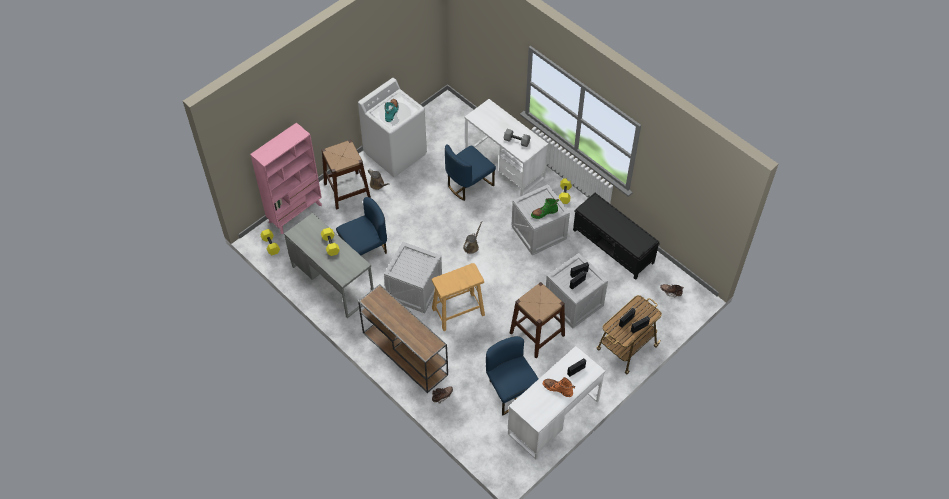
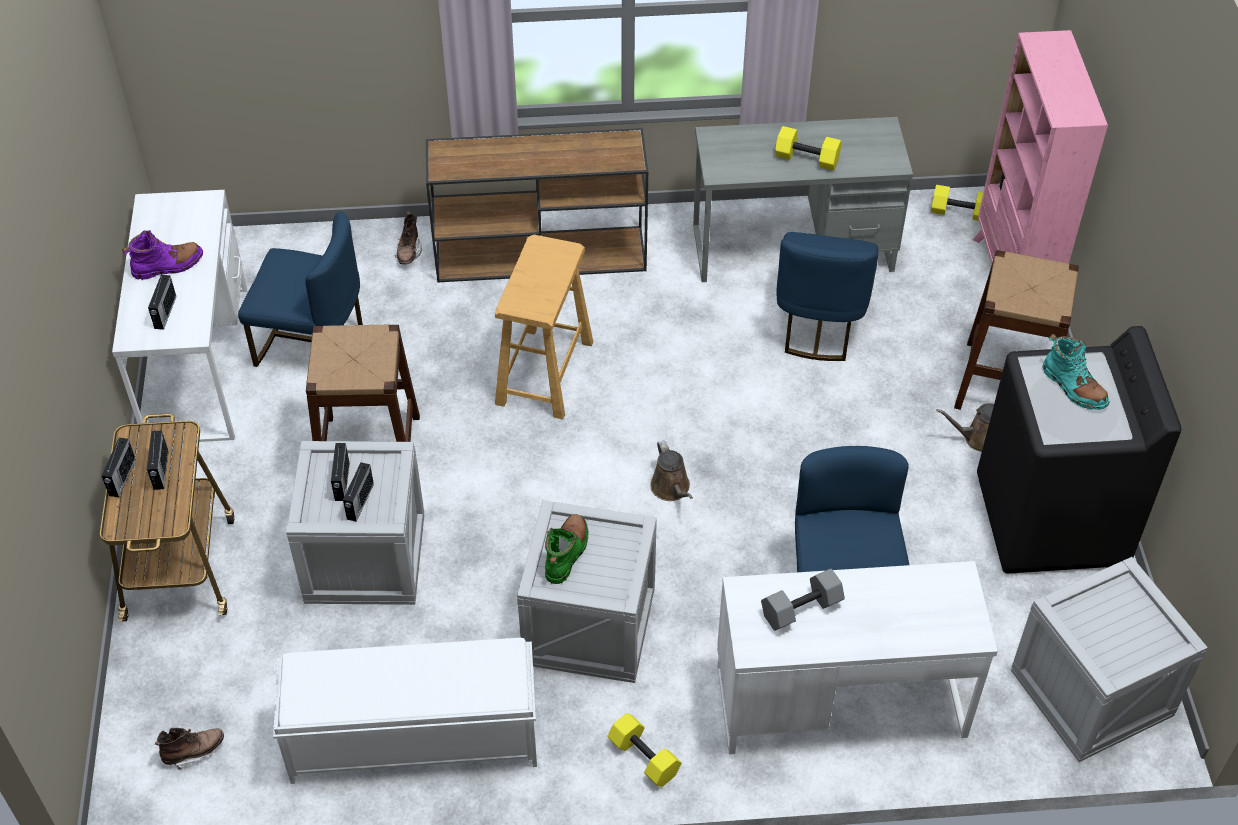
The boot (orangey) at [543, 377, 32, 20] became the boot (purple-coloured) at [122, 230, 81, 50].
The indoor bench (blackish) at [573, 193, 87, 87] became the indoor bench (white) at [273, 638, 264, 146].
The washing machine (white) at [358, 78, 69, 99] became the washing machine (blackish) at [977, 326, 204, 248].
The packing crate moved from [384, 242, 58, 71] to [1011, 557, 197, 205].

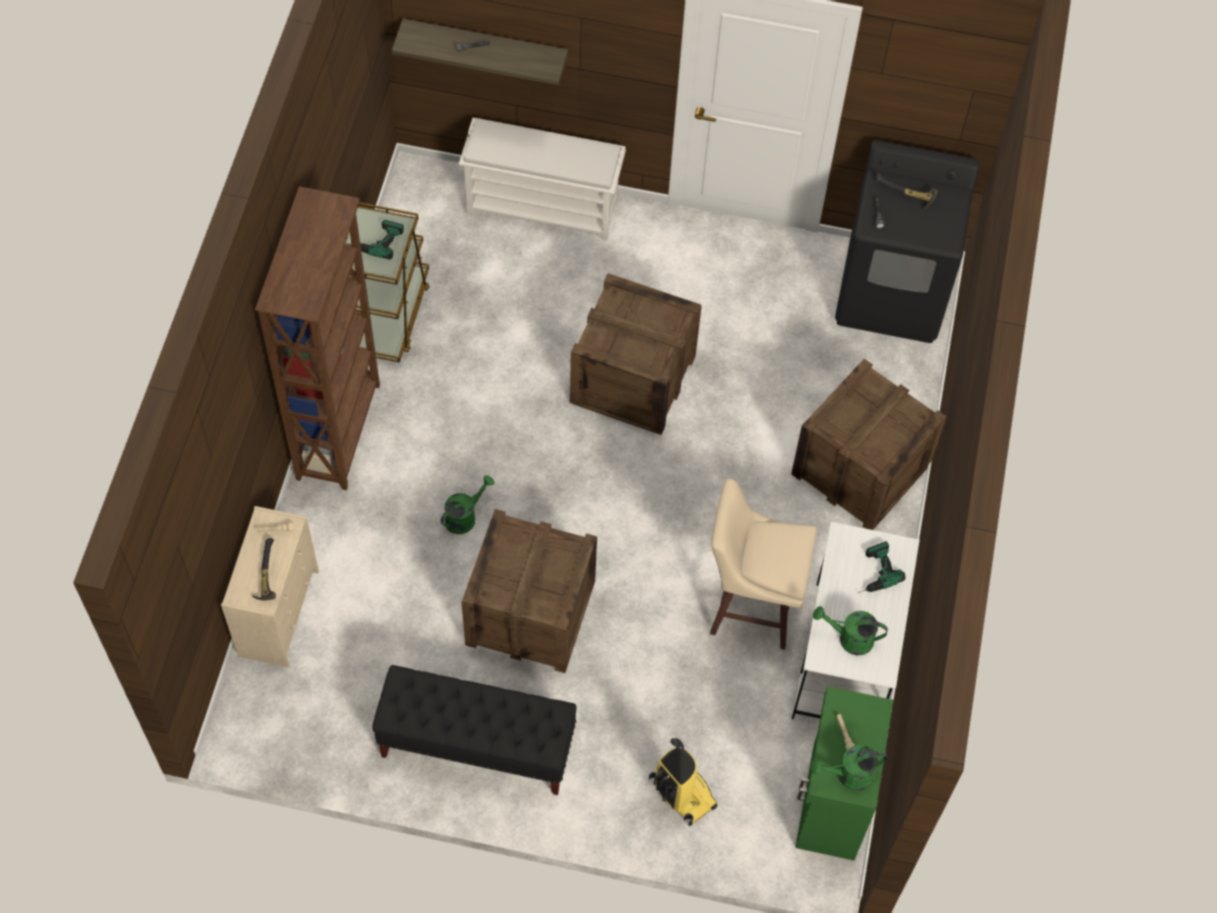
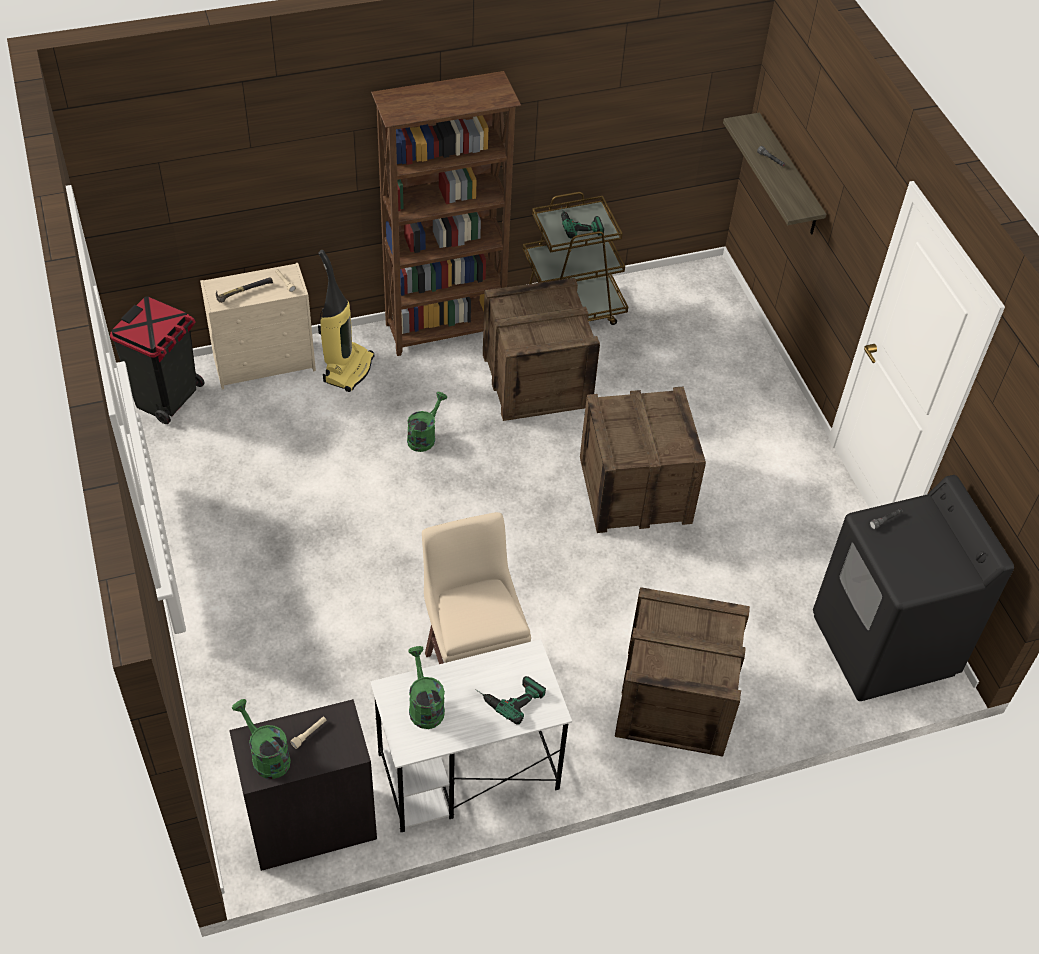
The trash can (blackish) at [110, 296, 94, 128] appeared.
The cupboard (green-coloured) at [795, 686, 98, 174] became the cupboard (blackish) at [229, 699, 148, 172].
The hoover moved from [649, 738, 69, 88] to [318, 250, 57, 142].
The sprinkling can (green-coloured) at [441, 475, 54, 59] turned 75 degrees counterclockwise.
The packing crate moved from [462, 509, 135, 164] to [483, 278, 117, 143].
The indoor bench (blackish) at [372, 665, 204, 130] disappeared.
The shoe rack (white) at [459, 118, 167, 122] disappeared.
The hammer at [876, 173, 62, 37] disappeared.

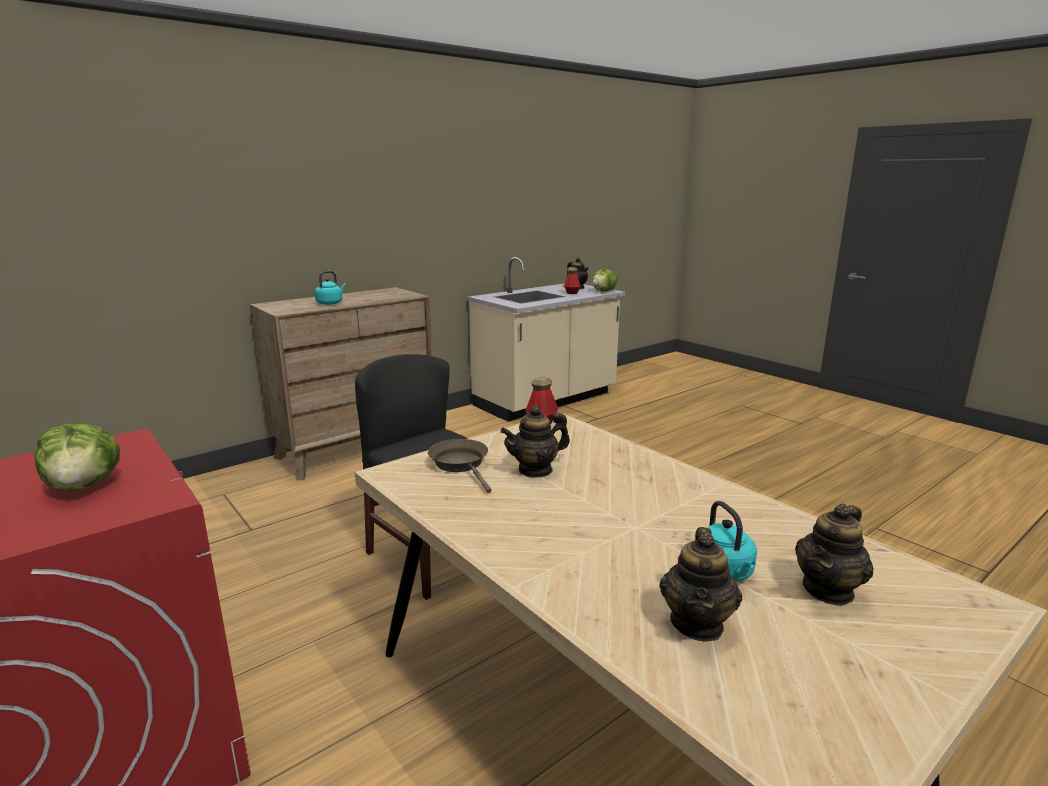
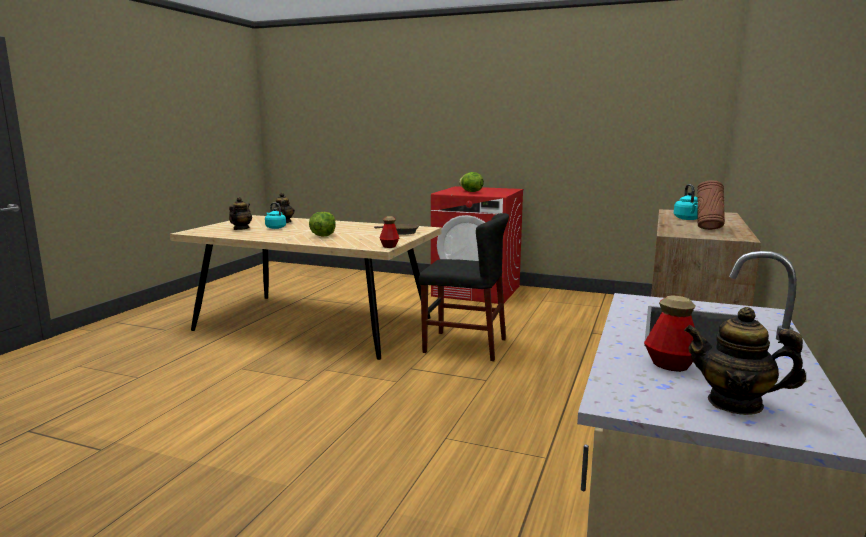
The head of lettuce moved from [592, 269, 26, 22] to [309, 212, 27, 25].
The decorative vase (brownish) at [697, 181, 28, 49] appeared.
The tea pot at [500, 405, 70, 73] disappeared.

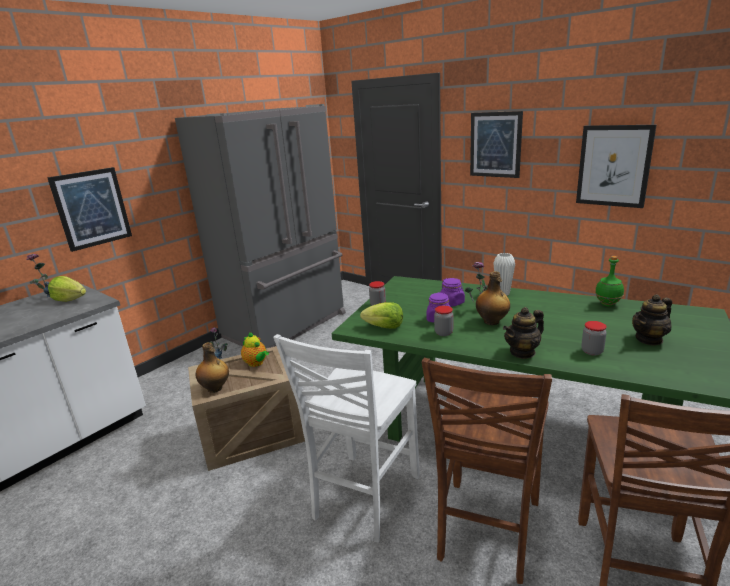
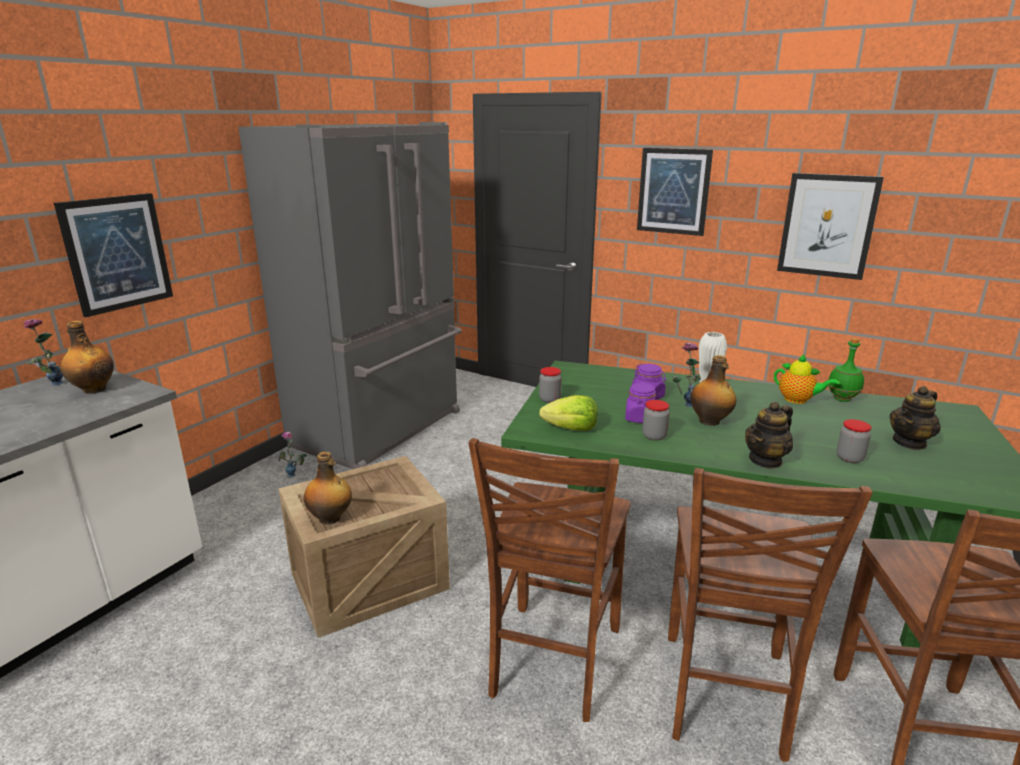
The head of lettuce at [48, 276, 38, 26] was replaced by the drink bottle at [60, 321, 54, 73].
The chair (white) at [273, 334, 147, 208] became the chair (brownish) at [468, 438, 163, 284].
The tea pot moved from [241, 332, 28, 35] to [774, 354, 65, 50].

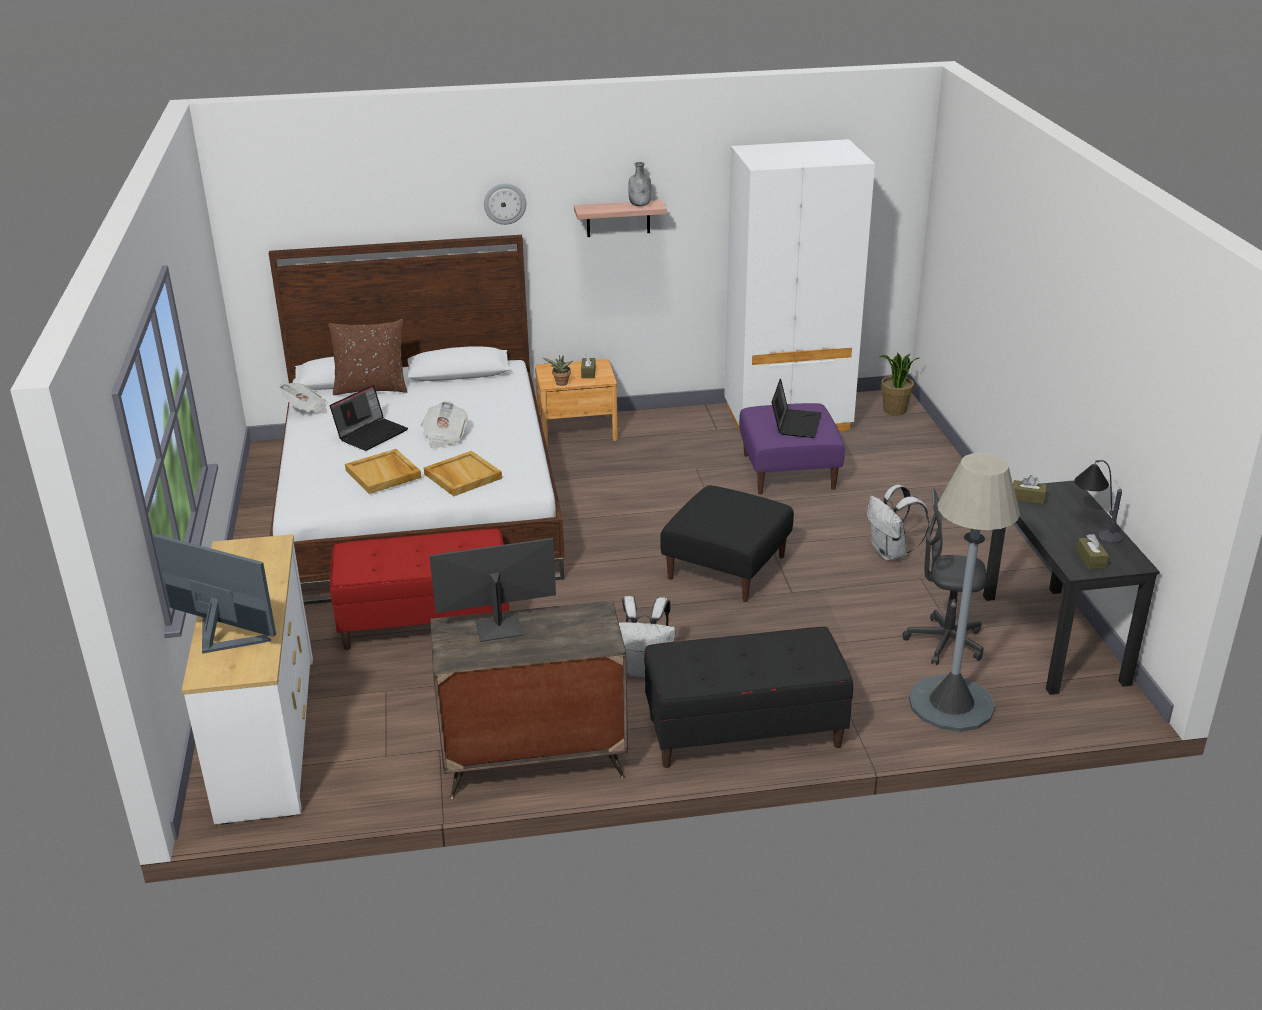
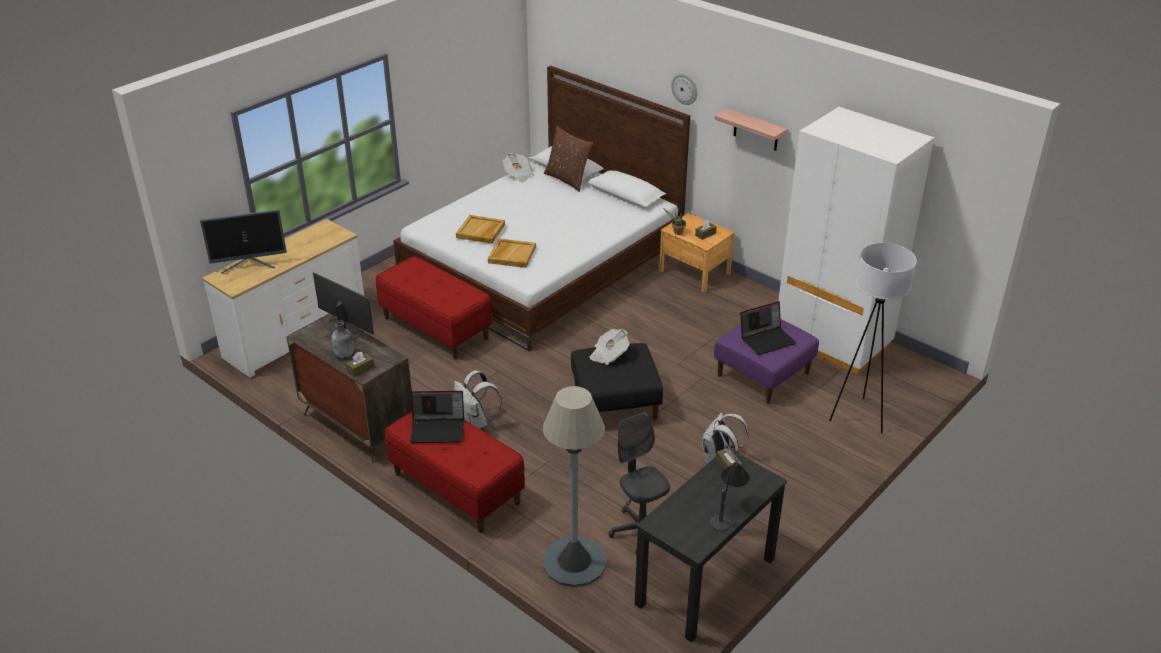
The computer screen at [153, 534, 123, 120] turned 90 degrees clockwise.
The drink bottle (grey) moved from [628, 162, 23, 44] to [331, 320, 23, 38].
The tissue box (brownish) moved from [1076, 534, 33, 35] to [346, 352, 28, 25].
The indoor bench (blackish) at [644, 627, 209, 141] became the indoor bench (red-coloured) at [385, 411, 140, 122].
The portable computer moved from [330, 385, 78, 66] to [410, 391, 54, 52].
The newspaper moved from [421, 401, 47, 47] to [590, 329, 39, 36].
The floor lamp (white) at [829, 243, 88, 190] appeared.
The potted plant at [879, 352, 40, 64] disappeared.

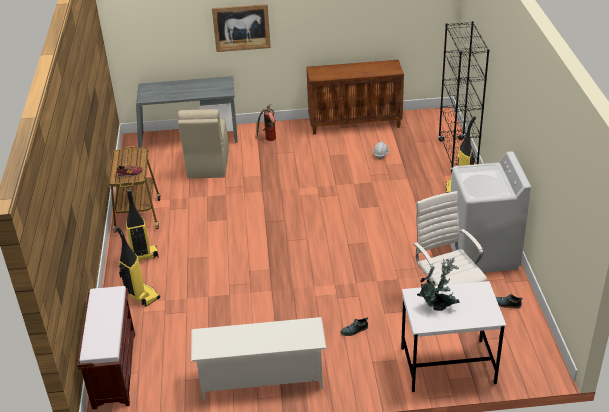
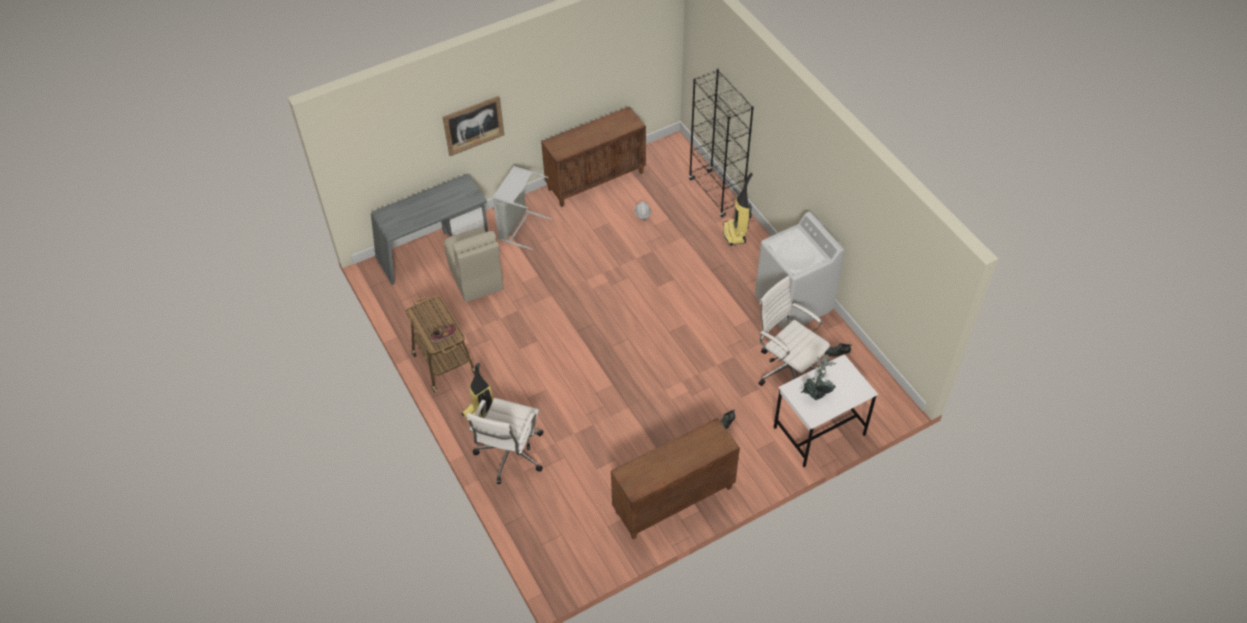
The hoover at [114, 226, 46, 81] was replaced by the office chair (white) at [467, 398, 76, 86].
The fire extinguisher at [255, 104, 21, 37] was replaced by the laundry basket (grey) at [492, 166, 60, 84].
The shoe rack (white) at [191, 317, 135, 84] was replaced by the cupboard (brownish) at [611, 418, 129, 121].
The indoor bench (brownish) at [77, 286, 58, 123] disappeared.

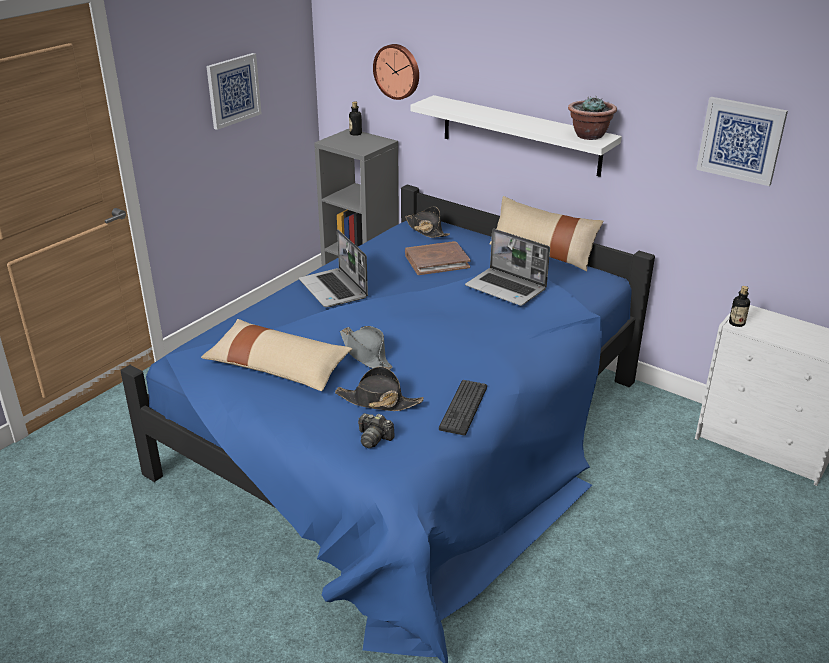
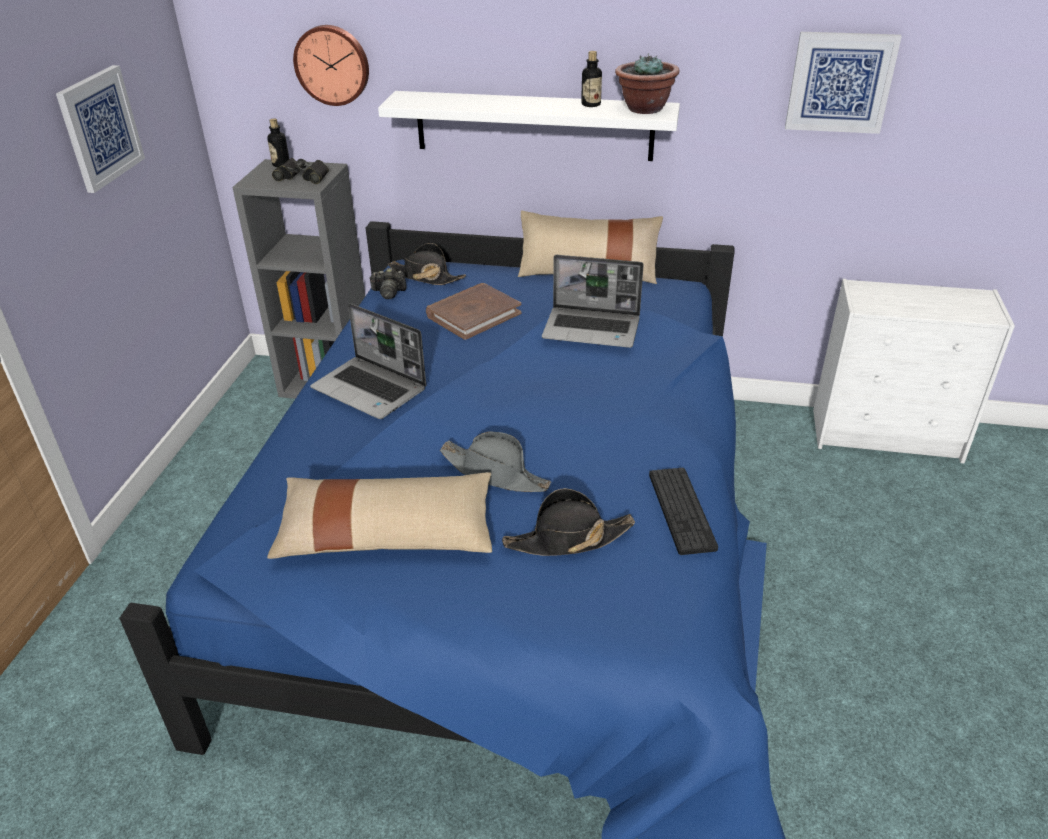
The field glasses (blackish) at [272, 158, 57, 26] appeared.
The photo camera moved from [358, 413, 37, 35] to [369, 268, 37, 31].
The drink bottle moved from [729, 286, 21, 41] to [581, 51, 21, 56].

